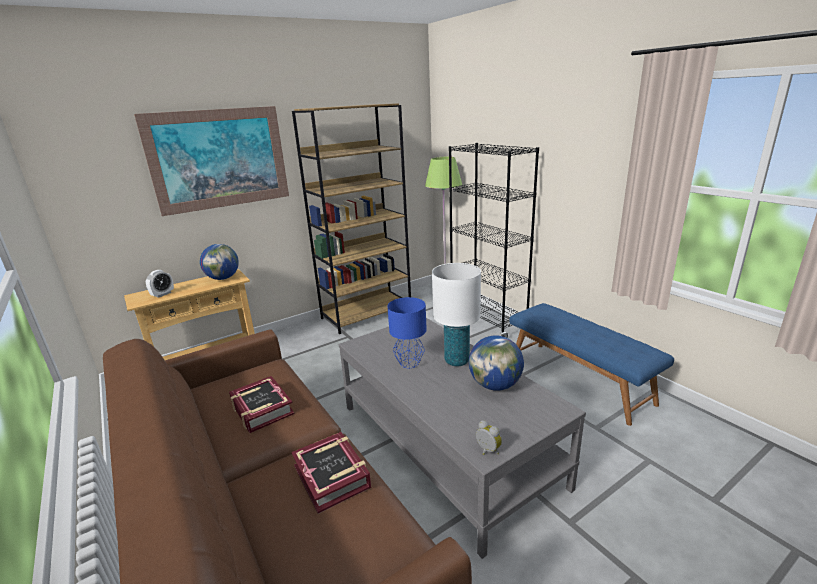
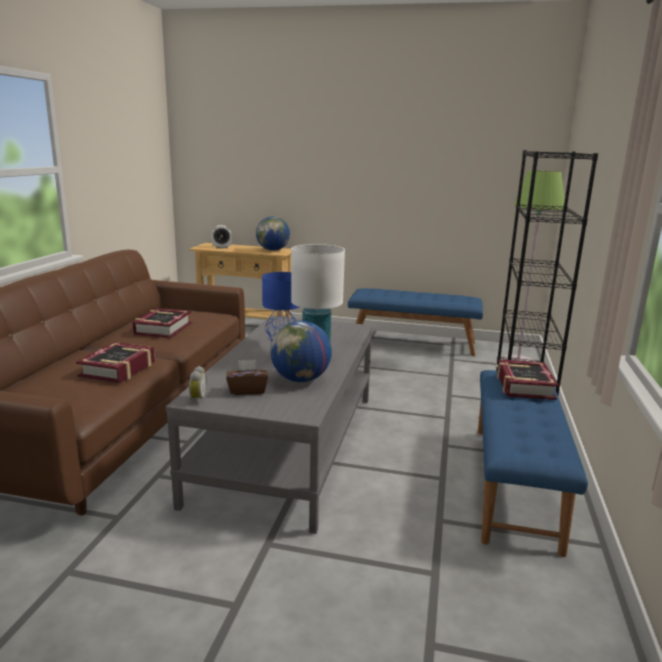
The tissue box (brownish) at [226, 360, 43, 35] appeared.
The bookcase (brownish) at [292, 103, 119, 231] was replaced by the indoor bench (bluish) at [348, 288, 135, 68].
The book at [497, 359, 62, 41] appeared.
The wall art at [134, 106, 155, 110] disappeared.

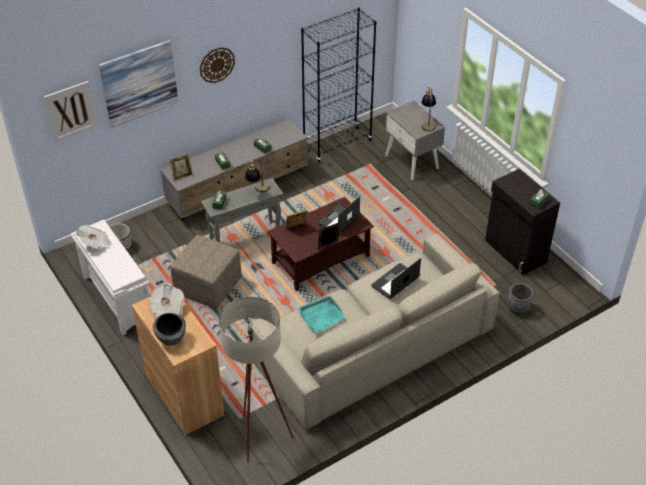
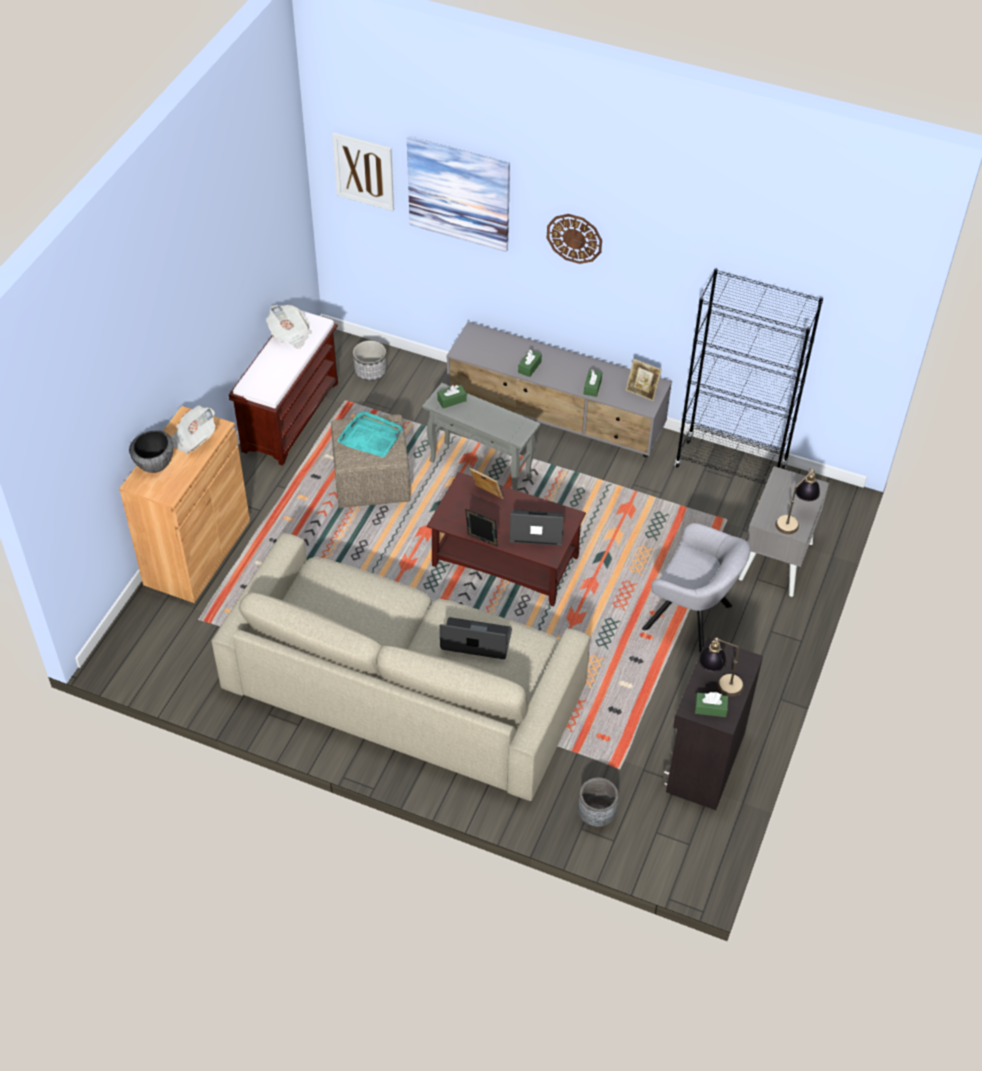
The indoor bench (white) at [71, 220, 79, 115] became the indoor bench (brownish) at [229, 310, 109, 156].
The carrying tray (blue-green) moved from [298, 296, 47, 37] to [337, 411, 66, 46].
The standing frame moved from [169, 153, 24, 28] to [626, 359, 36, 42].
The armchair (grey) at [642, 523, 108, 131] appeared.
The lamp for a table moved from [245, 159, 25, 34] to [699, 638, 45, 59].
The floor lamp (beige) at [219, 296, 75, 167] disappeared.

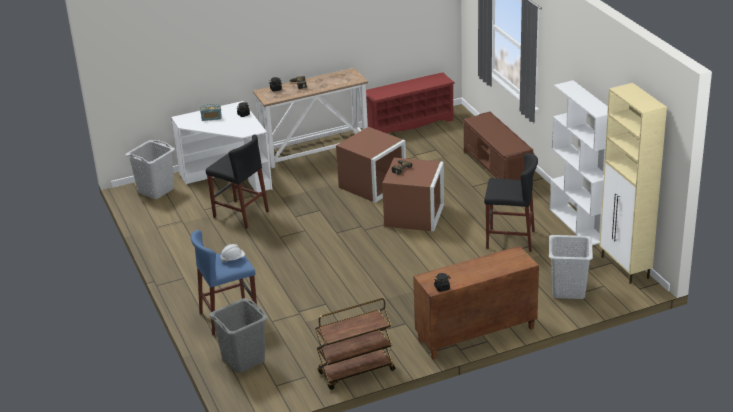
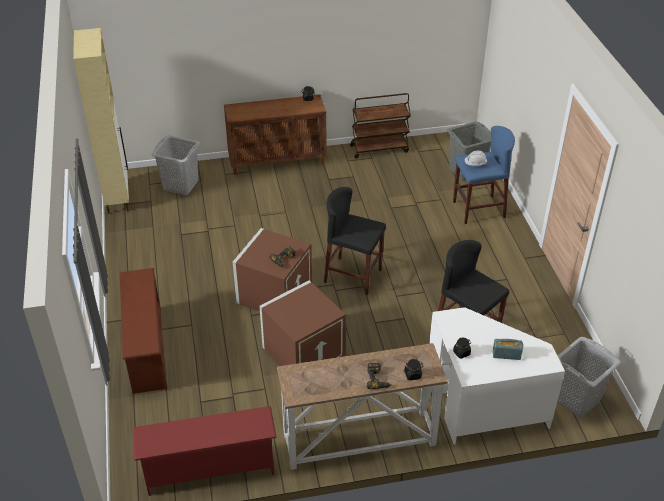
The indoor bench (brownish) at [463, 112, 71, 68] was replaced by the shoe rack (brownish) at [120, 268, 47, 126].
The sitting stool (blackish) moved from [484, 153, 54, 99] to [324, 187, 62, 108].
The bookcase (white) at [550, 80, 58, 166] disappeared.

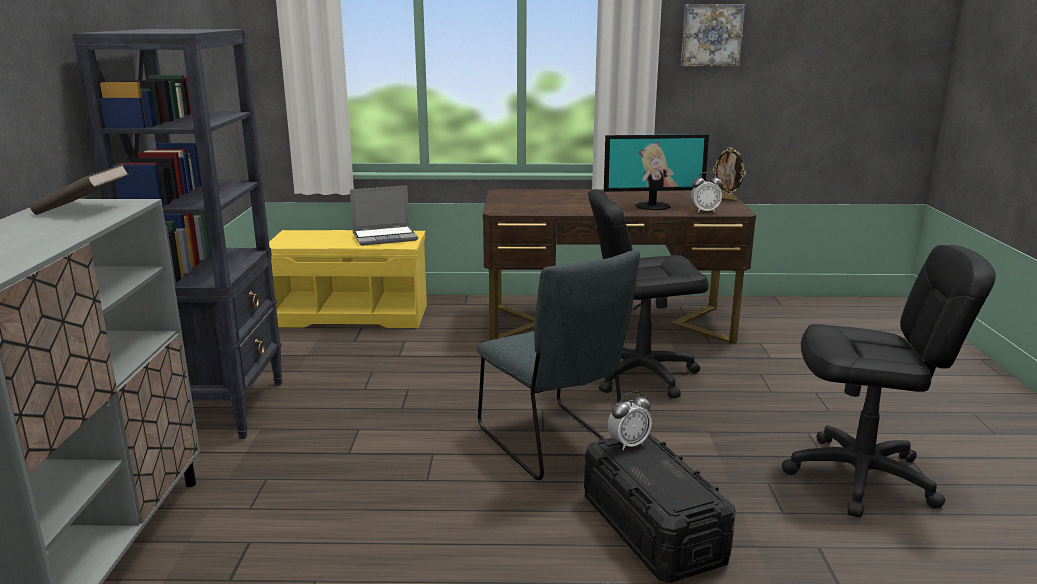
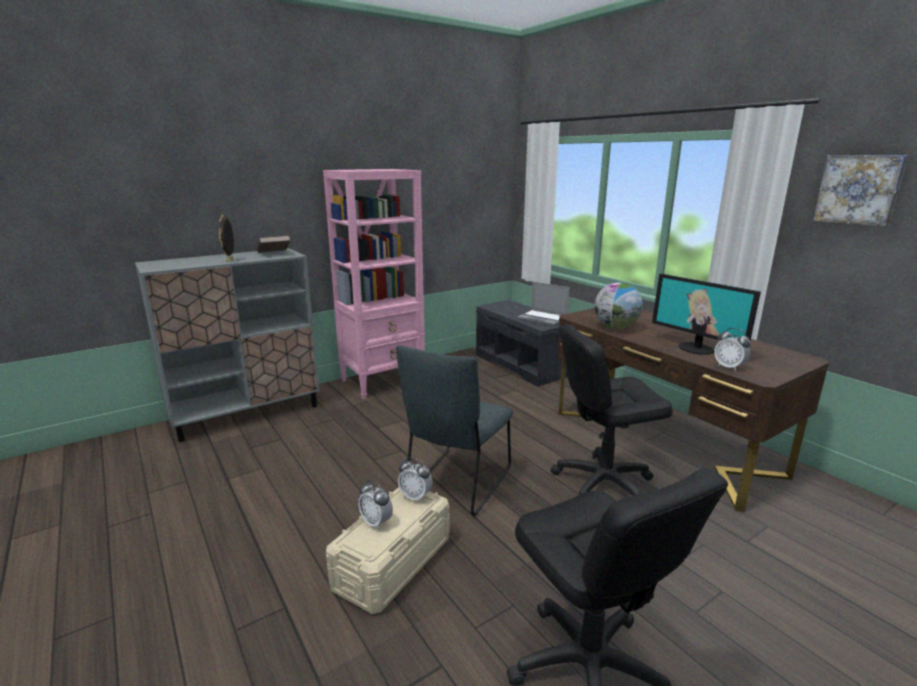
The standing frame moved from [713, 147, 33, 53] to [219, 215, 15, 47].
The bookcase (blackish) at [72, 29, 211, 410] became the bookcase (pinkish) at [323, 169, 102, 230].
The storage bin (blackish) at [584, 433, 152, 150] became the storage bin (beige) at [326, 487, 124, 127].
The bedside clock at [358, 480, 35, 50] appeared.
The indoor bench (yellow-coloured) at [269, 230, 158, 98] became the indoor bench (grey) at [476, 300, 92, 86].
The office chair (blackish) at [588, 190, 121, 209] turned 60 degrees counterclockwise.
The desk globe at [594, 283, 49, 46] appeared.

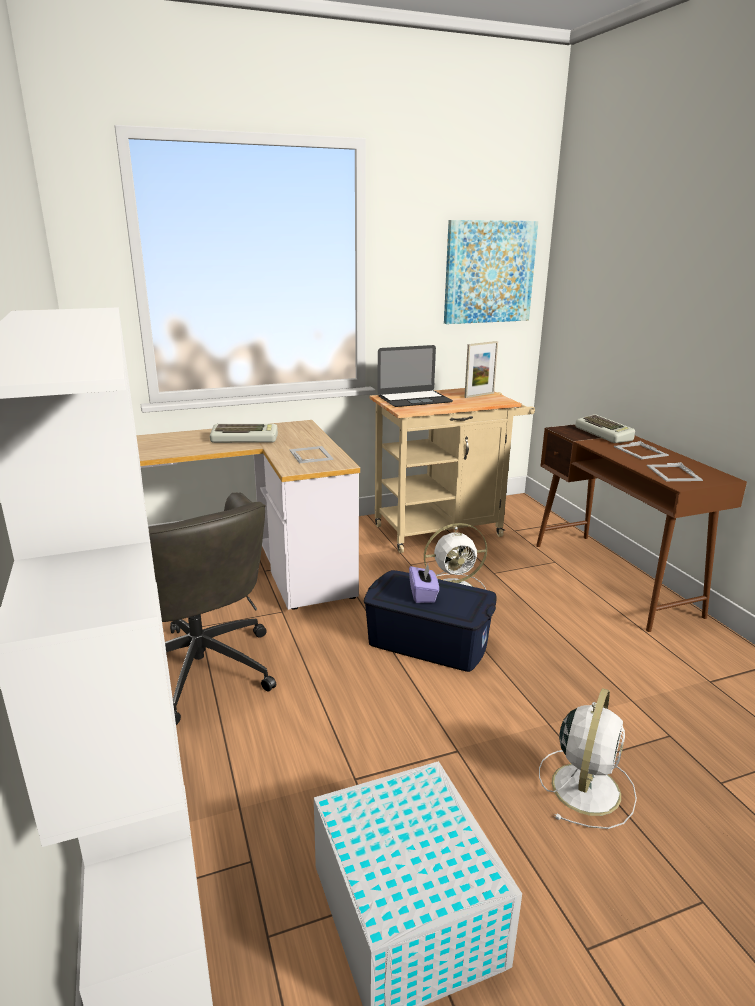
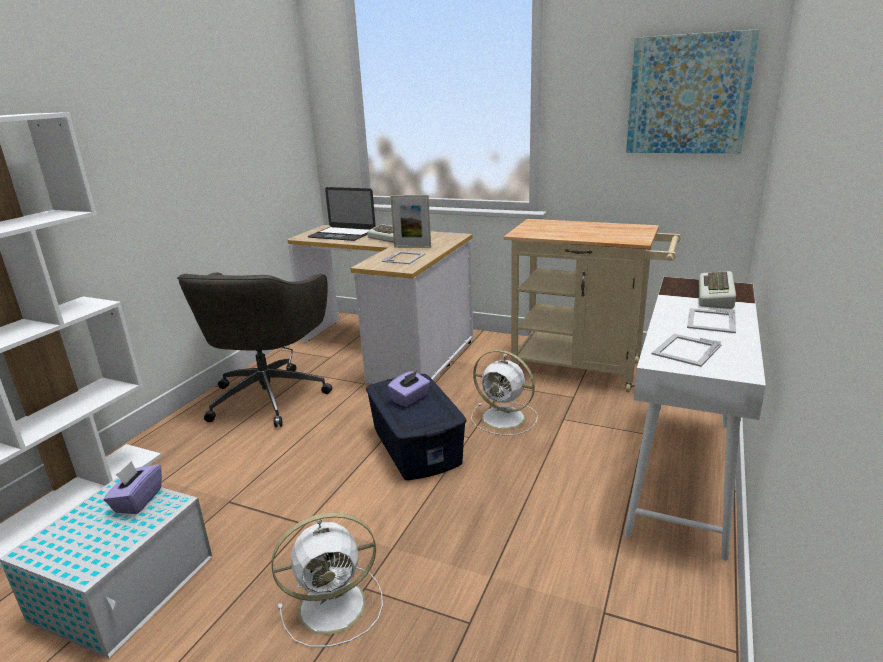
The tissue box (purple-coloured) at [104, 461, 58, 53] appeared.
The portable computer moved from [377, 345, 76, 62] to [308, 187, 68, 54].
The standing frame moved from [464, 341, 34, 57] to [390, 195, 41, 53].
The desk (brownish) at [536, 424, 211, 208] became the desk (white) at [624, 277, 142, 284].

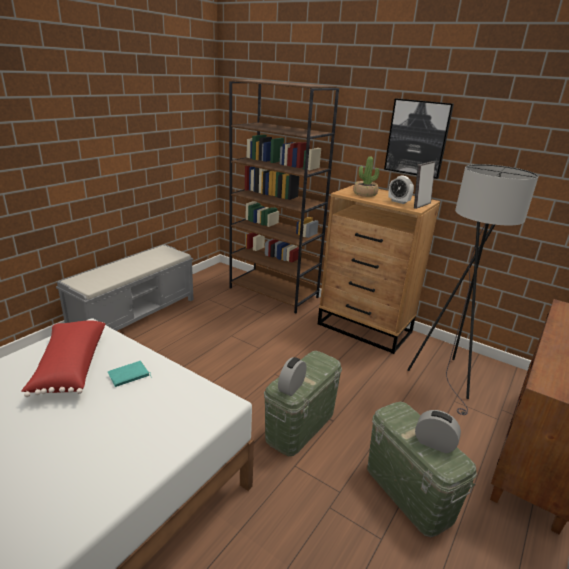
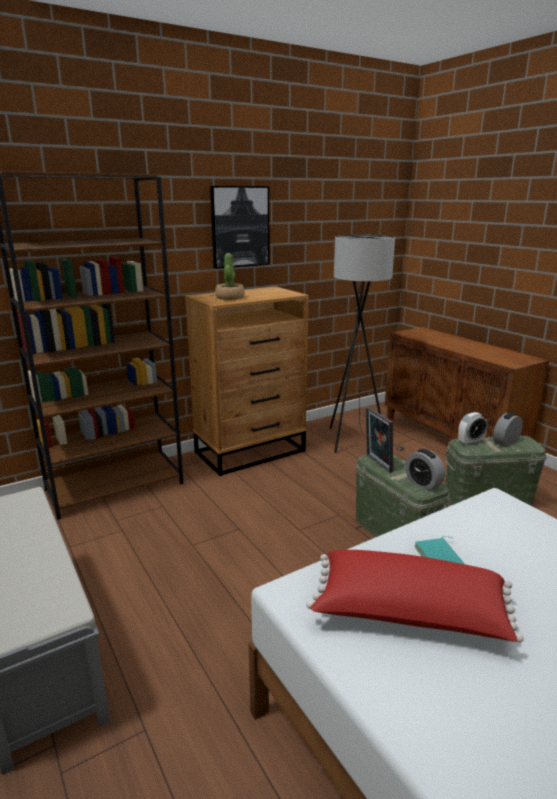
The standing frame moved from [414, 161, 21, 48] to [366, 407, 27, 66].
The bedside clock moved from [388, 176, 26, 28] to [458, 412, 29, 34].

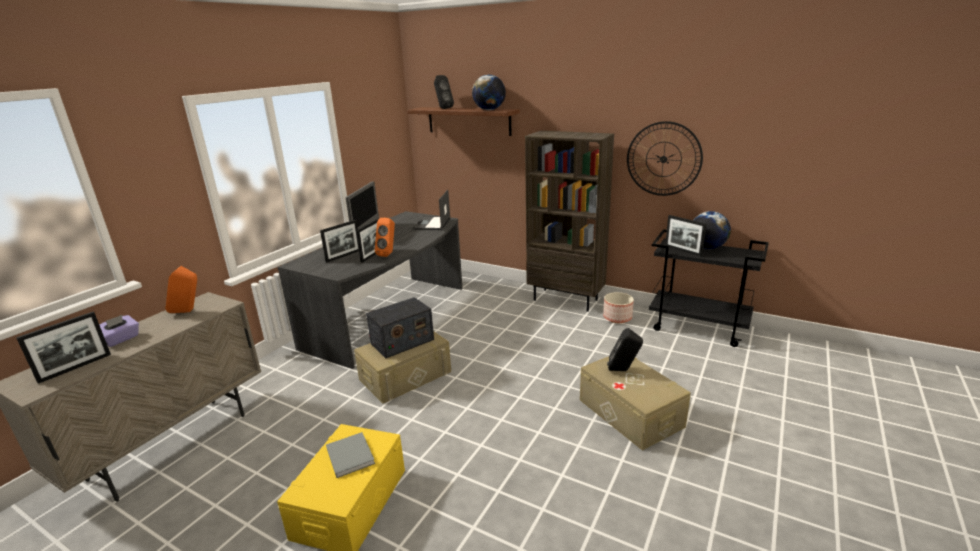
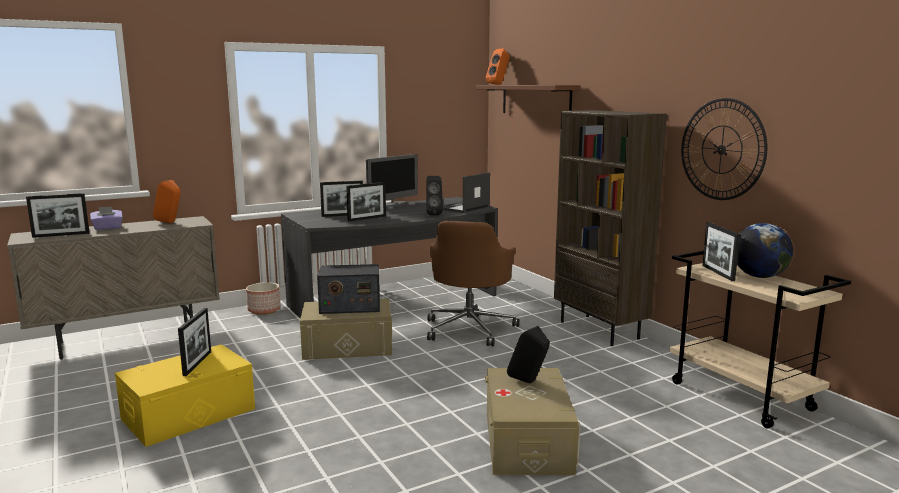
The book (grey) at [326, 432, 49, 46] was replaced by the standing frame at [178, 308, 33, 68].
The planter moved from [603, 292, 31, 31] to [246, 282, 35, 33].
The speaker (blackish) moved from [434, 75, 20, 34] to [426, 176, 17, 39].
The office chair (brownish) at [427, 221, 93, 125] appeared.
The speaker (orangey) moved from [375, 218, 20, 39] to [486, 49, 23, 36].
The cart (blackish) at [649, 229, 120, 118] became the cart (beige) at [670, 250, 181, 179].
The desk globe at [472, 75, 34, 35] disappeared.

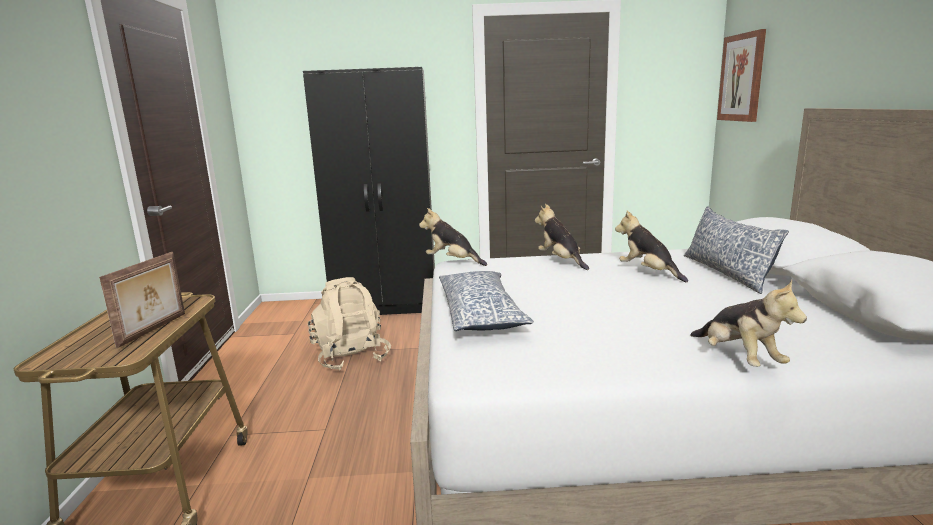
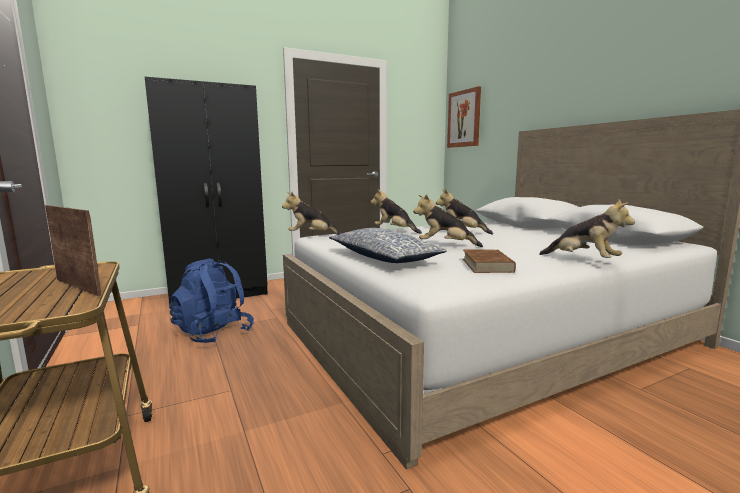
The standing frame at [99, 252, 86, 96] turned 45 degrees counterclockwise.
The backpack (beige) at [308, 277, 83, 94] became the backpack (bluish) at [169, 259, 85, 84].
The cuddly toy at [413, 195, 70, 52] appeared.
The book (brownish) at [463, 249, 53, 24] appeared.
The throw pillow at [684, 206, 105, 88] disappeared.

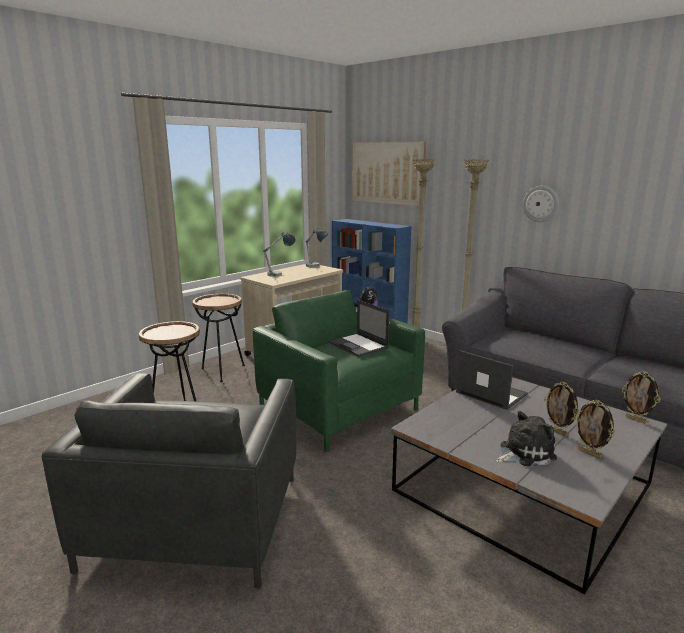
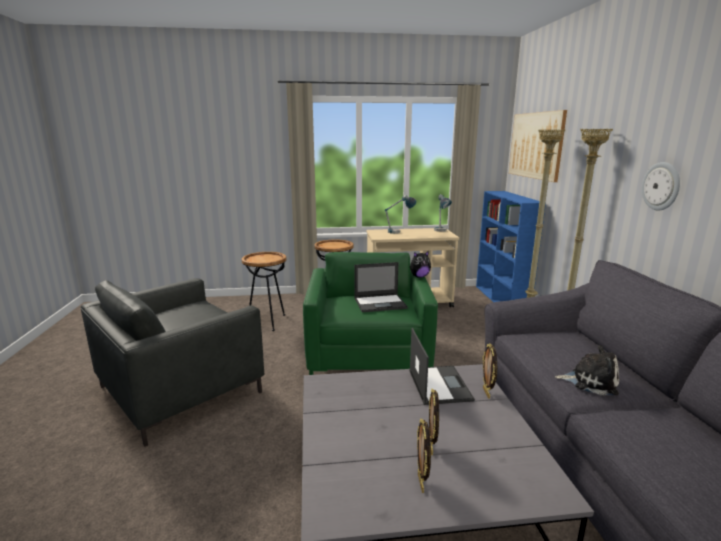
The portable computer at [329, 300, 60, 57] turned 105 degrees counterclockwise.
The standing frame moved from [622, 371, 38, 52] to [483, 344, 14, 55].
The cuddly toy moved from [496, 411, 61, 55] to [555, 345, 64, 50].

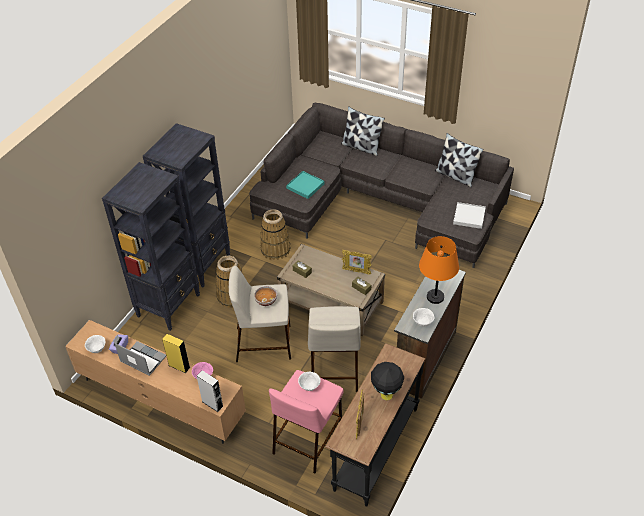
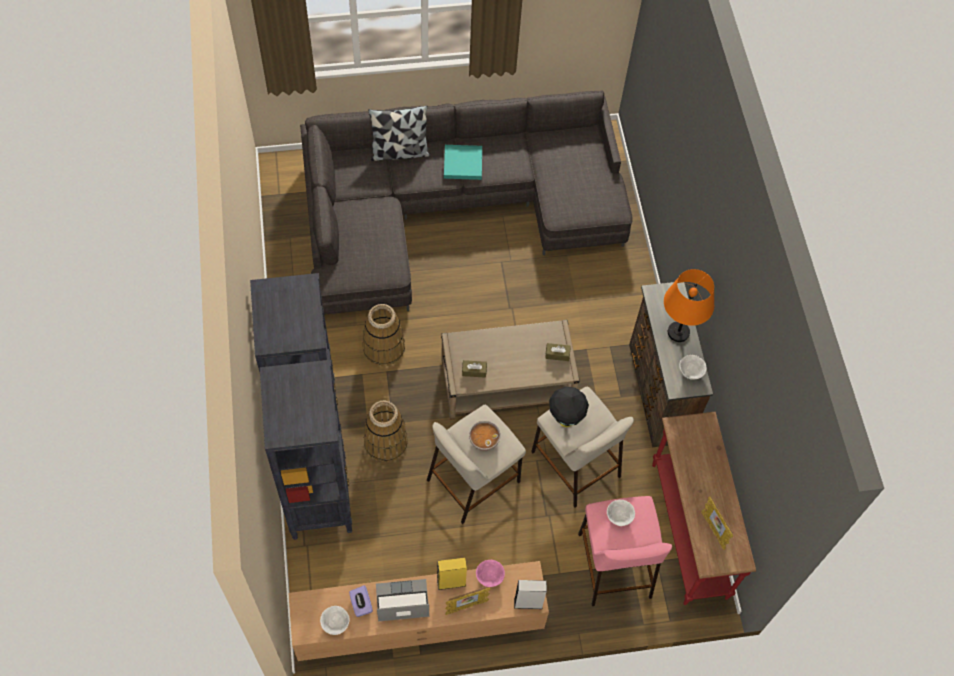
The carrying tray (blue-green) moved from [286, 171, 39, 28] to [444, 145, 38, 35].
The standing frame moved from [342, 250, 30, 25] to [445, 587, 45, 28].
The lamp for a table (blackish) moved from [371, 362, 33, 38] to [549, 386, 40, 41].
The console table (blackish) at [325, 343, 100, 163] became the console table (red-coloured) at [652, 412, 104, 193].
The throw pillow at [435, 133, 49, 54] disappeared.
The carrying tray (white) at [453, 202, 33, 27] disappeared.

